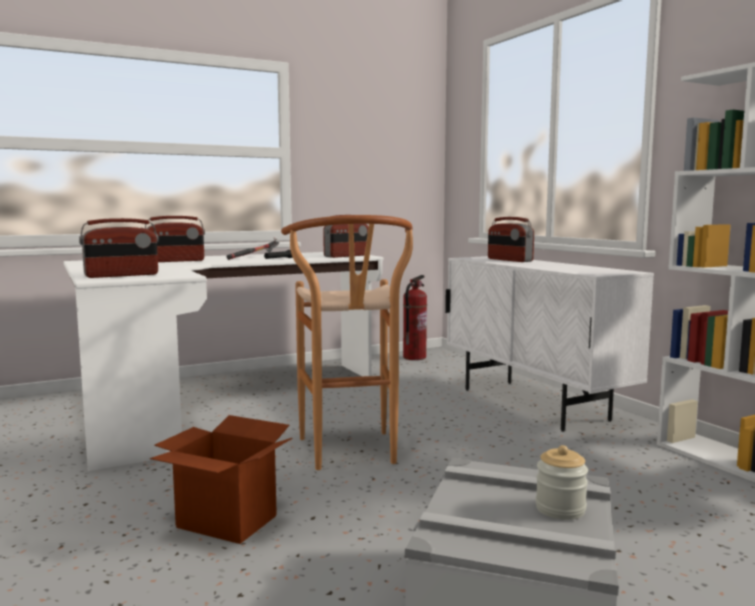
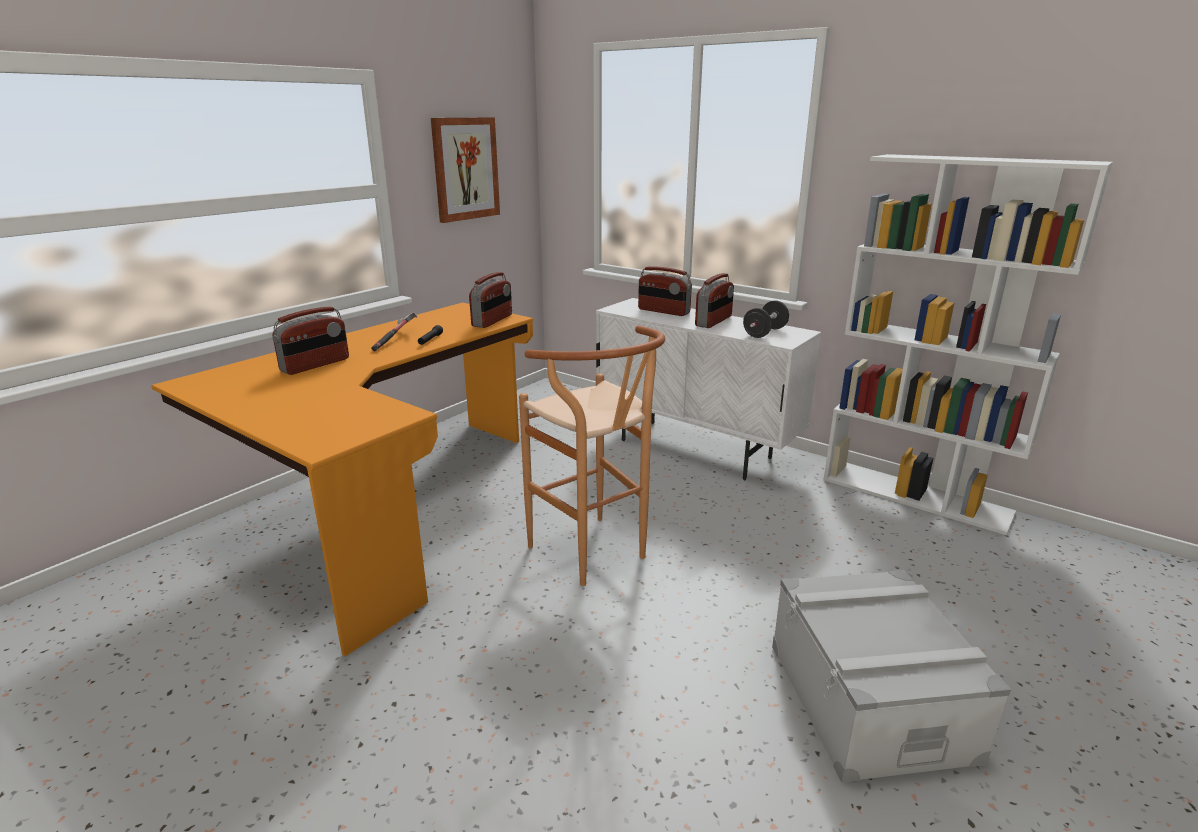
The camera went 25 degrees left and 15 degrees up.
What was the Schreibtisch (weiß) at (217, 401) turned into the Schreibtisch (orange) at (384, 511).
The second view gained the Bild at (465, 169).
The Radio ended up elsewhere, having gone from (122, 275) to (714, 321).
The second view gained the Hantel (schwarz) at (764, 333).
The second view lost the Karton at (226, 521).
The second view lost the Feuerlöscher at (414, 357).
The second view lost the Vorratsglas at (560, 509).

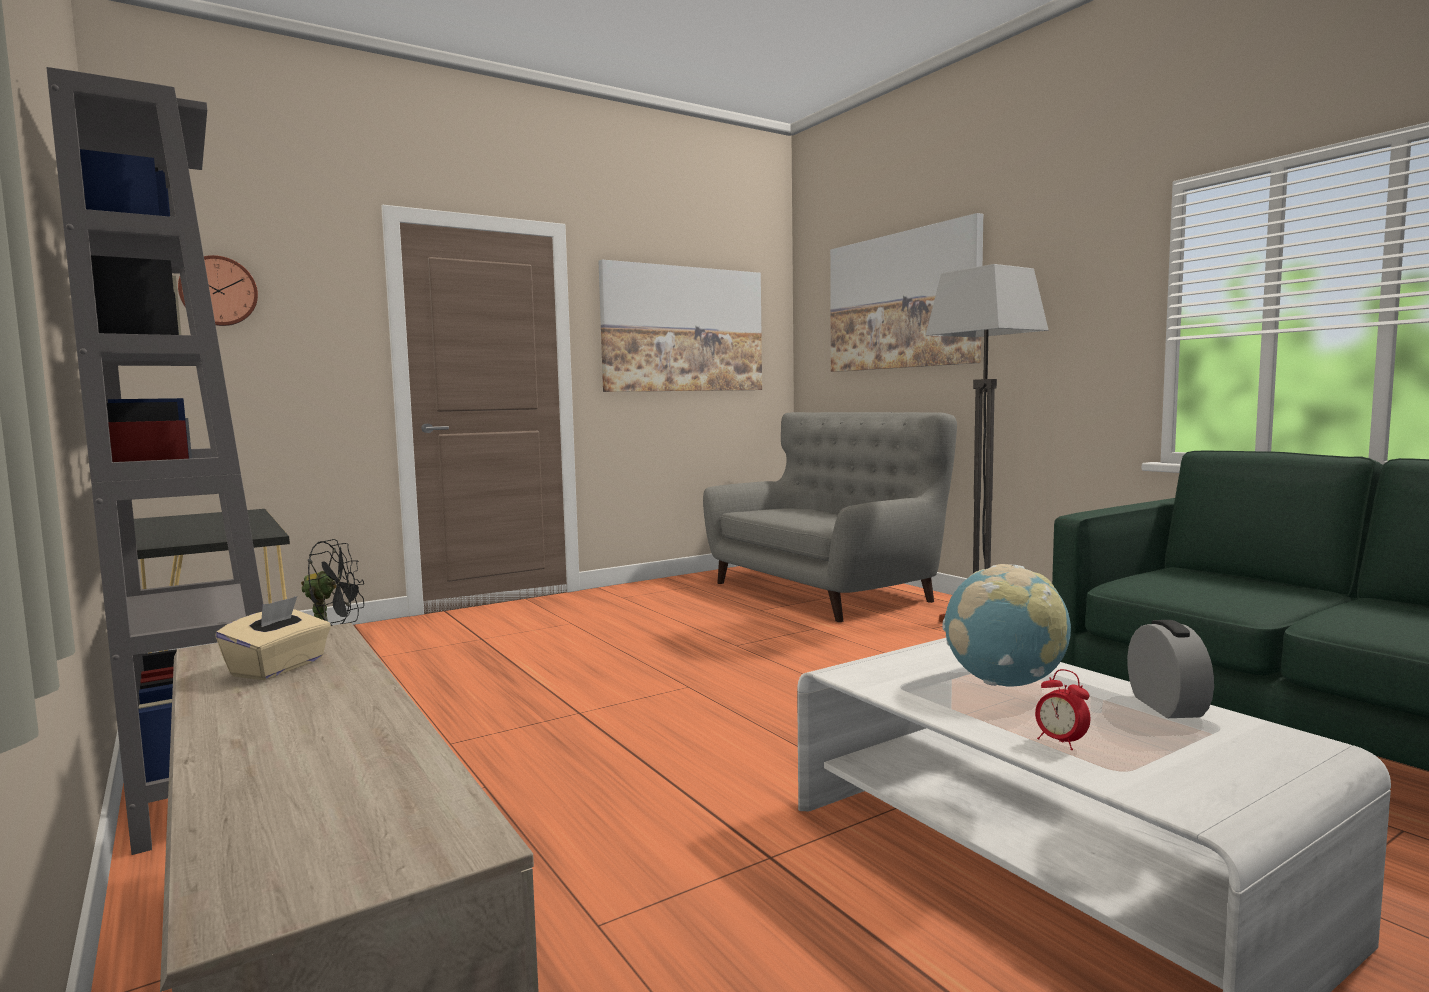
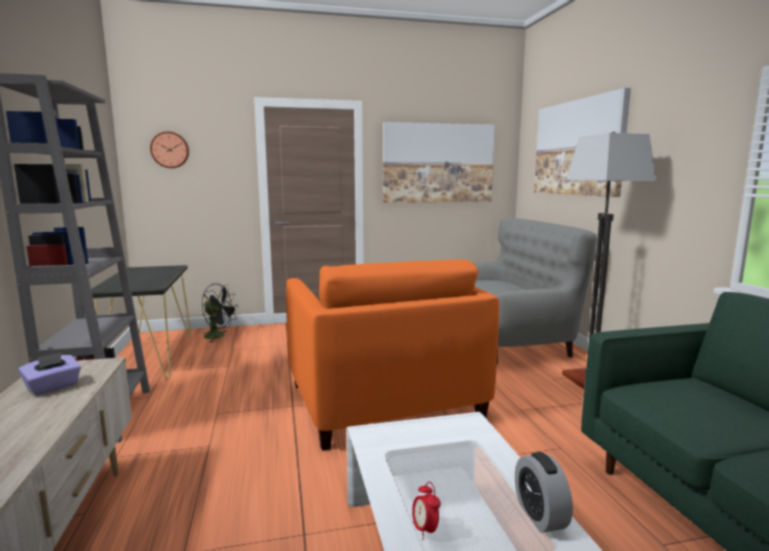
The camera went 20 degrees right and 5 degrees up.
What was the Taschentuchbox (beige) at (279, 668) turned into the Taschentuchbox (lila) at (53, 387).
The second view gained the Sessel (orange) at (383, 401).
The Wecker at (1166, 706) ended up facing another way, 150 degrees clockwise from before.
The second view lost the Globus at (1005, 683).

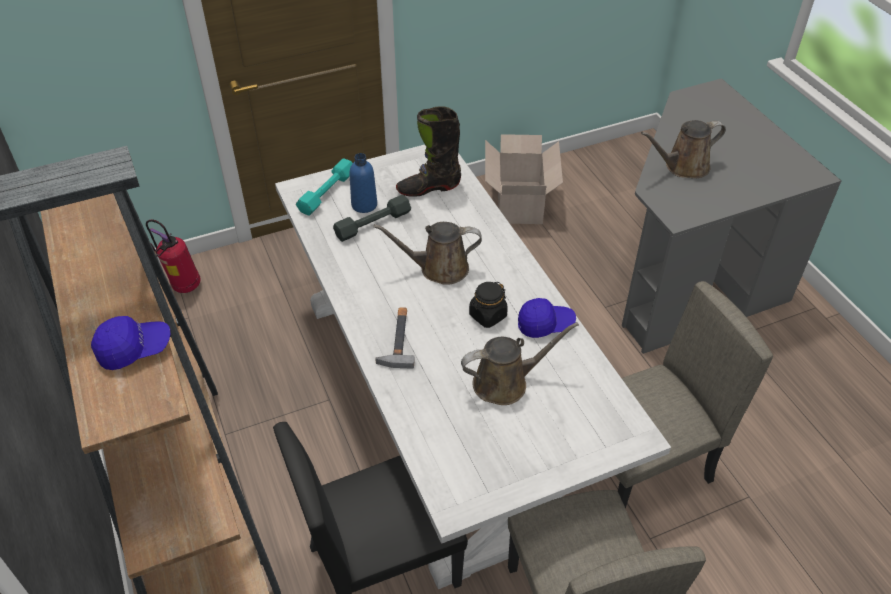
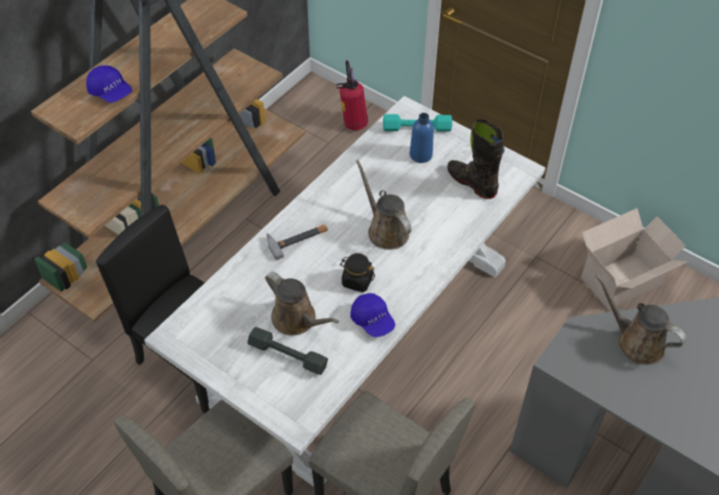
The camera went 60 degrees right and 5 degrees up.
The Hantel (grau) ended up elsewhere, having gone from (373, 224) to (288, 355).

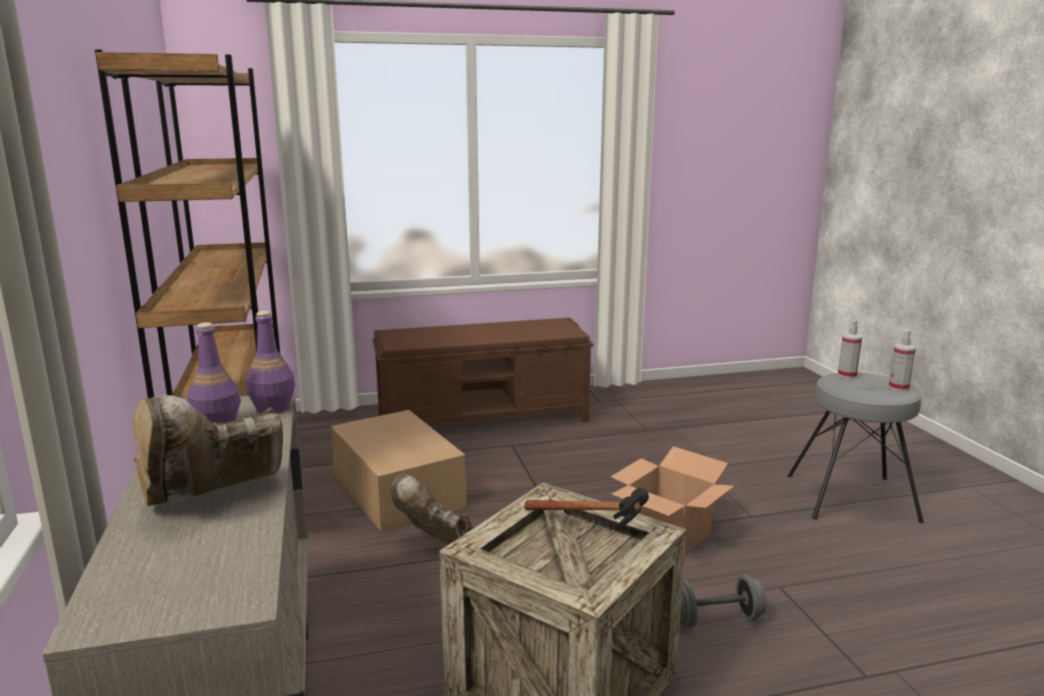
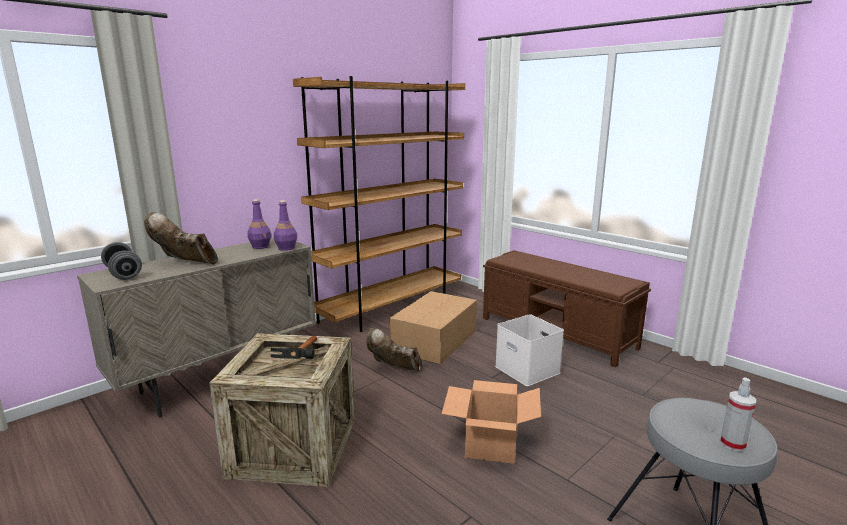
The camera went 60 degrees right and 0 degrees up.
The Hantel (grau) ended up elsewhere, having gone from (715, 619) to (123, 274).
The Stiefel (braun) at (437, 544) ended up facing another way, 75 degrees counterclockwise from before.
The second view gained the Aufbewahrungsbox (weiß) at (528, 370).
The second view lost the Sprühflasche at (847, 375).

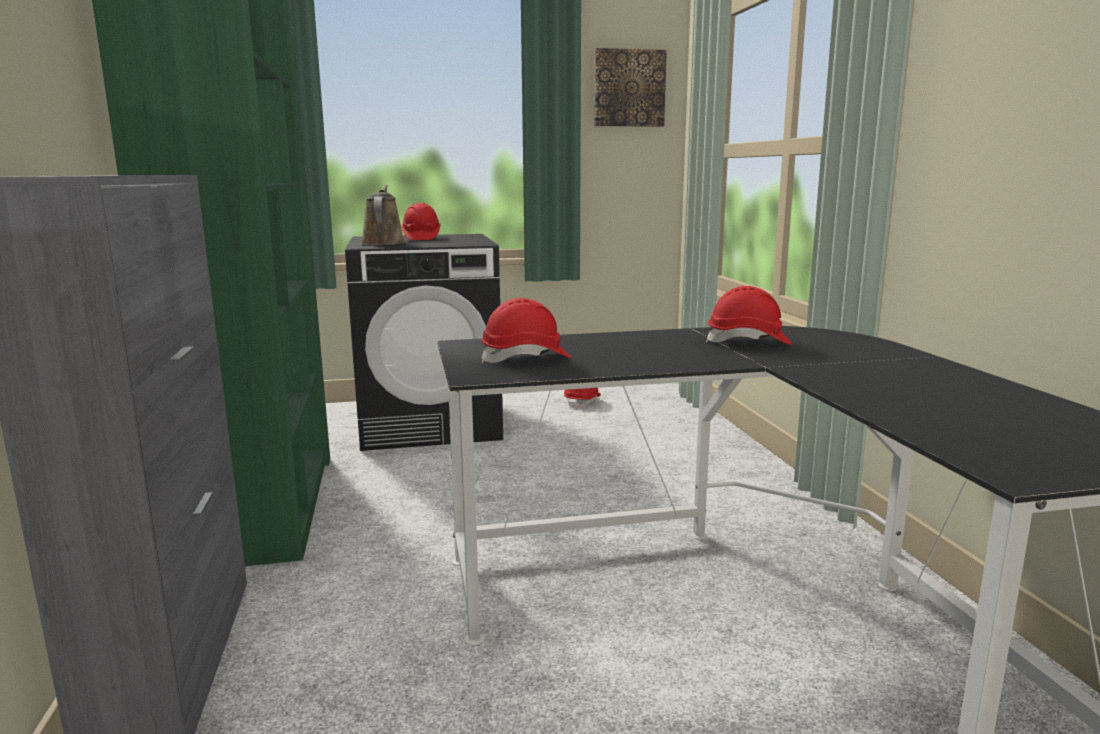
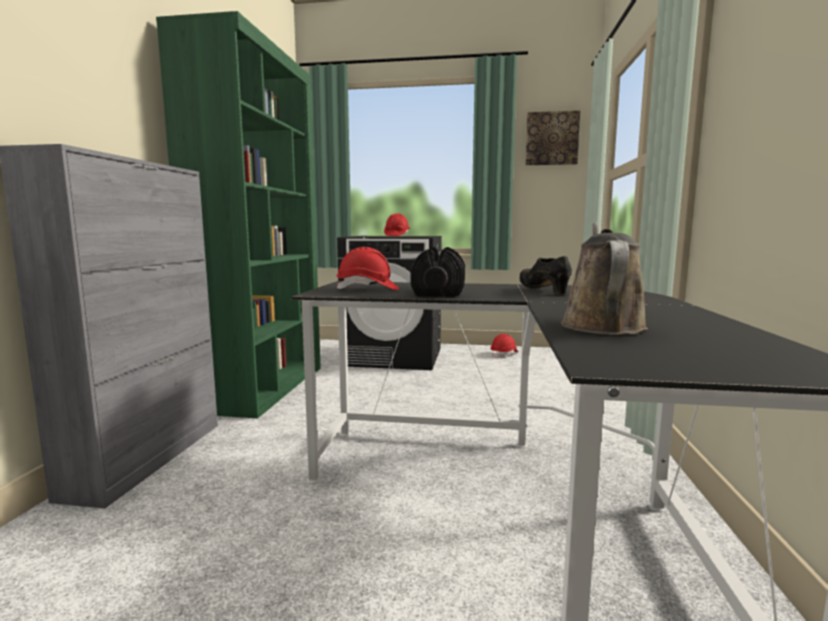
The camera went 20 degrees right and 5 degrees down.
The second view gained the Hantel (schwarz) at (439, 292).
Where the Schutzhelm (rot) stood at (748, 342), the Schuh (schwarz) came to stand at (543, 291).
The Gießkanne (braun) ended up elsewhere, having gone from (383, 243) to (601, 325).

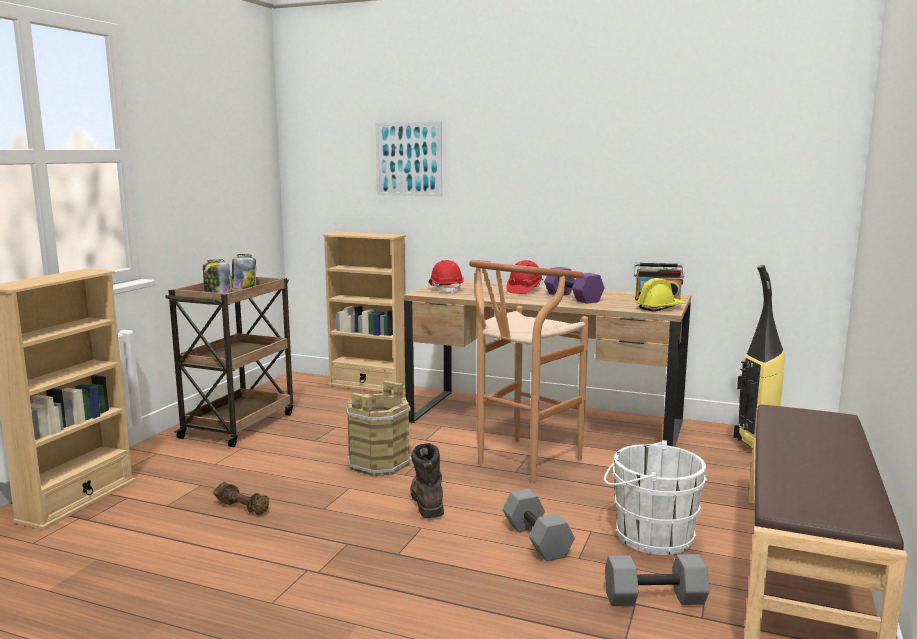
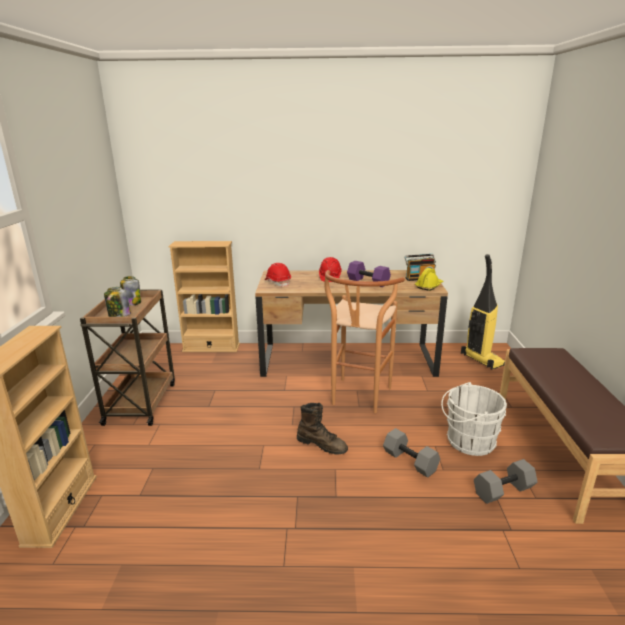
The camera went 20 degrees left and 10 degrees up.
The Stiefel (braun) at (426, 501) ended up facing another way, 150 degrees clockwise from before.
The second view lost the Hantel (braun) at (243, 508).
The second view lost the Eimer (braun) at (379, 463).
The second view lost the Bild at (408, 159).

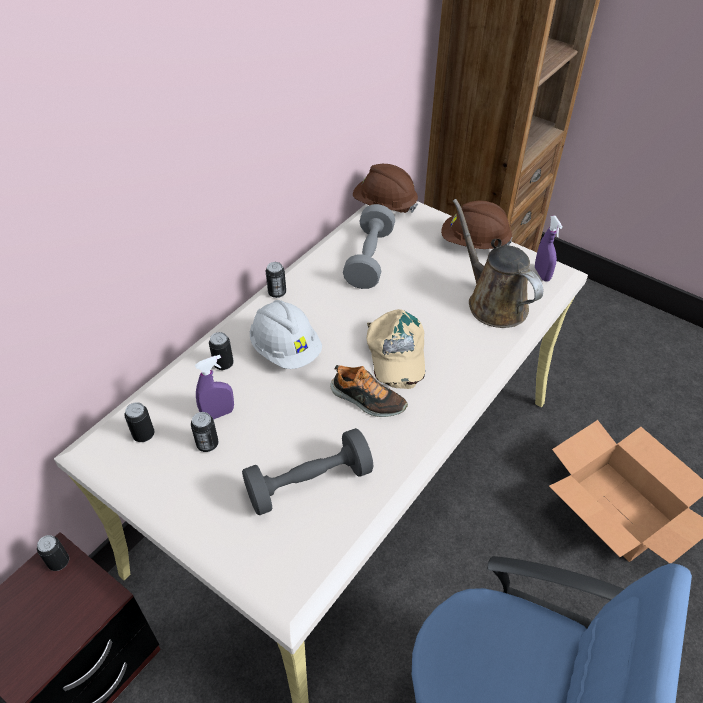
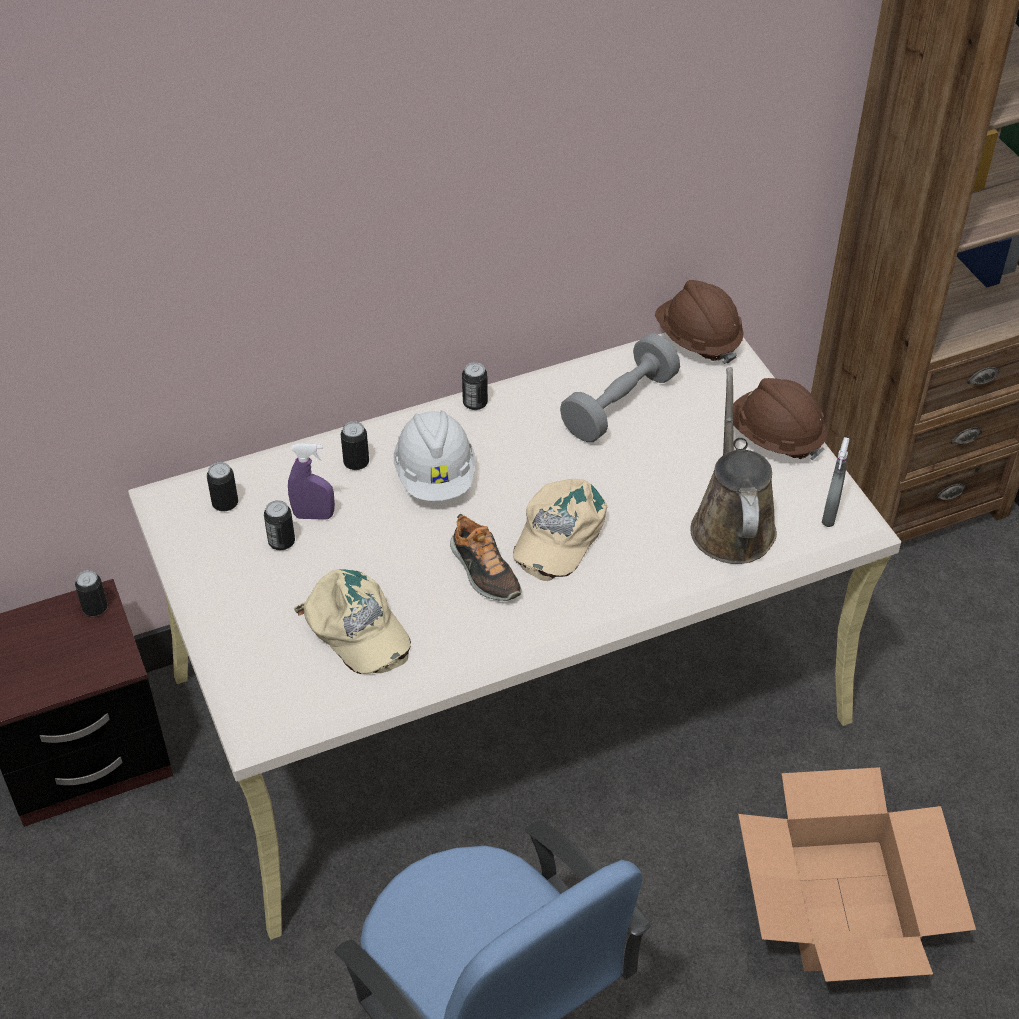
The camera went 30 degrees right and 0 degrees up.
Where the Hantel (grau) stood at (309, 483), the Kappe (beige) came to stand at (356, 629).
What was the Sprühflasche (lila) at (542, 274) turned into the Sprühflasche (grau) at (830, 515).

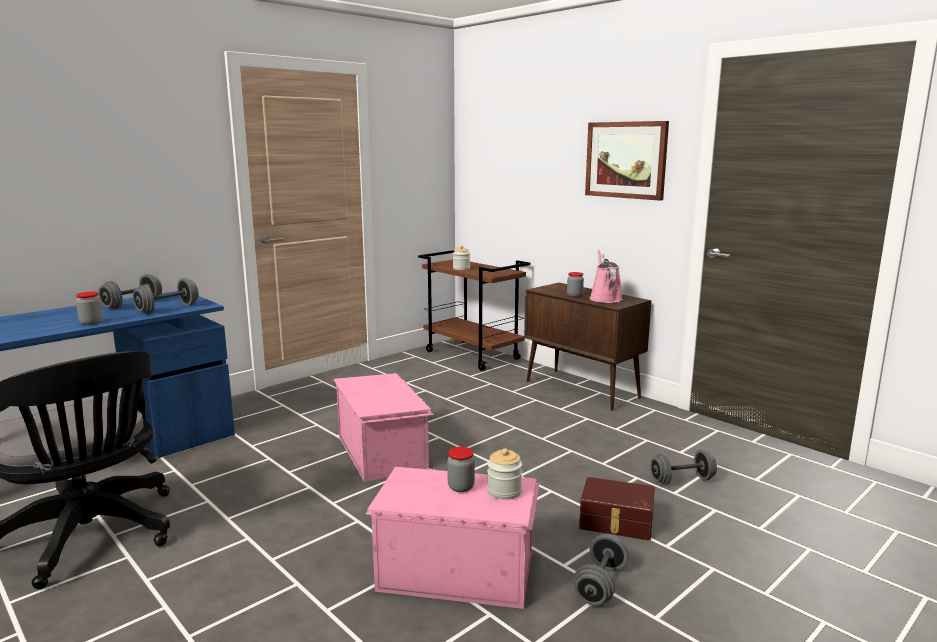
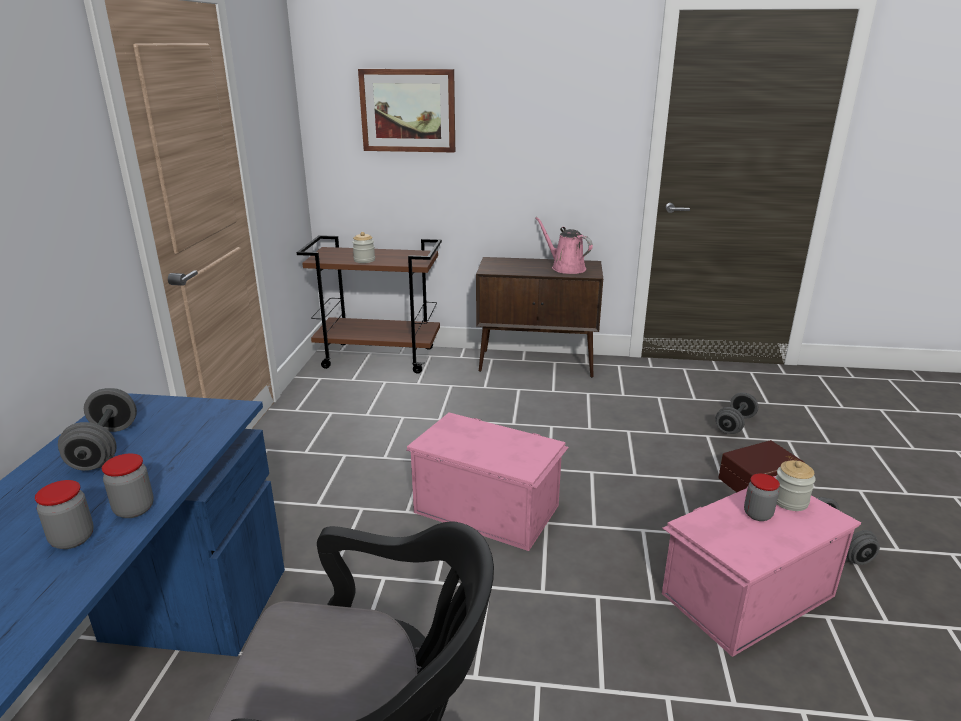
The camera went 40 degrees left and 10 degrees up.
The Vorratsglas ended up elsewhere, having gone from (574, 296) to (73, 539).
The Bild ended up elsewhere, having gone from (626, 160) to (408, 110).
The second view lost the Hantel (grau) at (168, 309).

